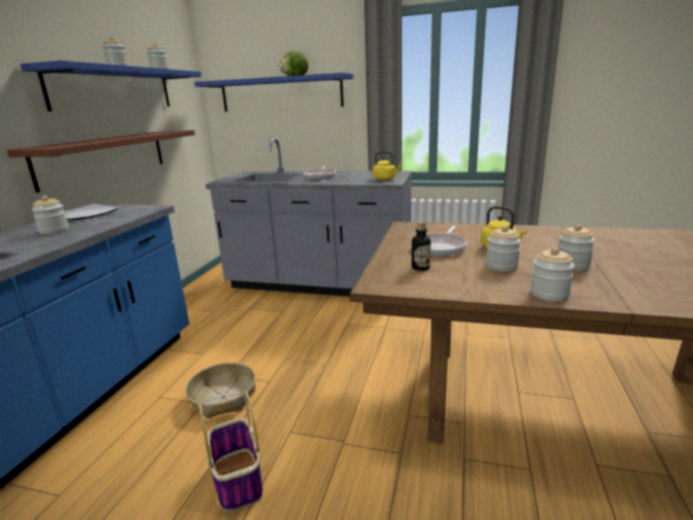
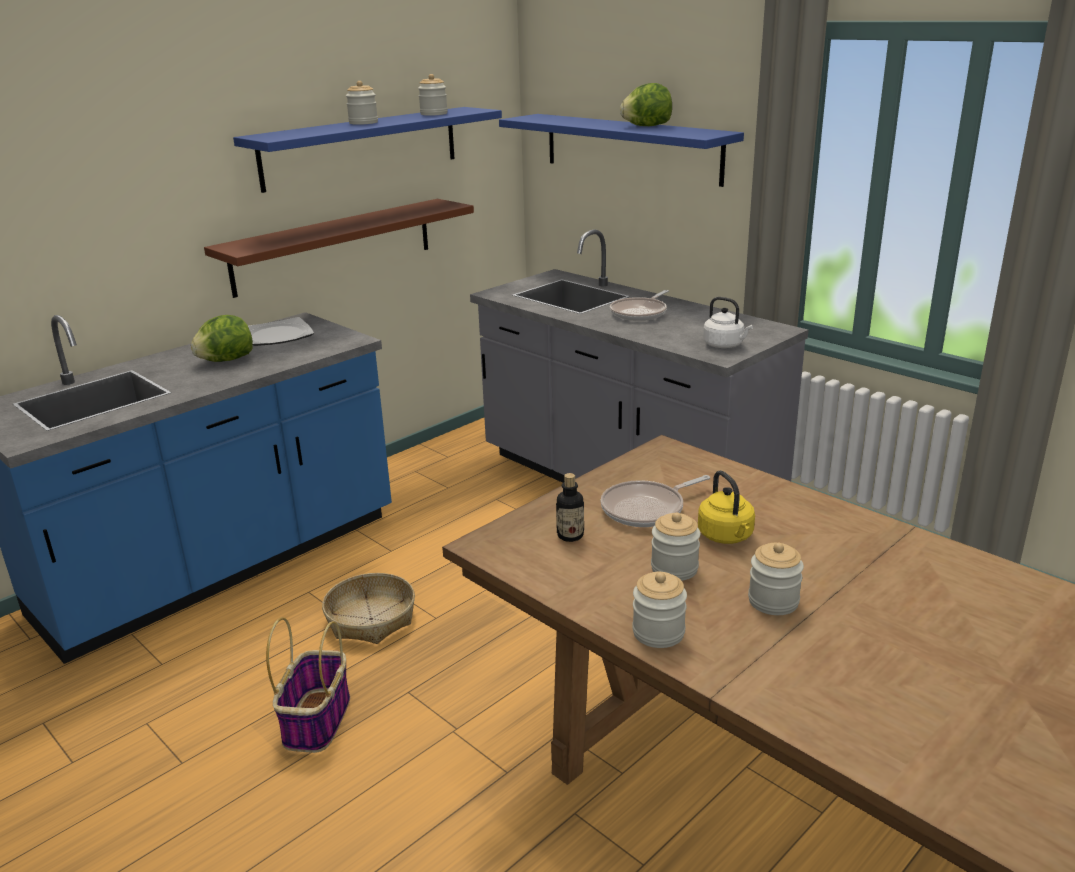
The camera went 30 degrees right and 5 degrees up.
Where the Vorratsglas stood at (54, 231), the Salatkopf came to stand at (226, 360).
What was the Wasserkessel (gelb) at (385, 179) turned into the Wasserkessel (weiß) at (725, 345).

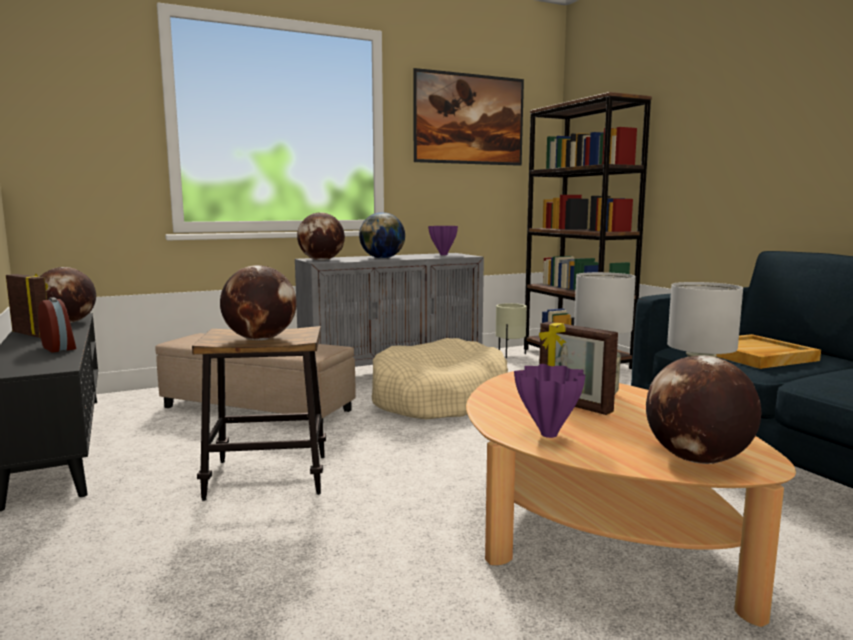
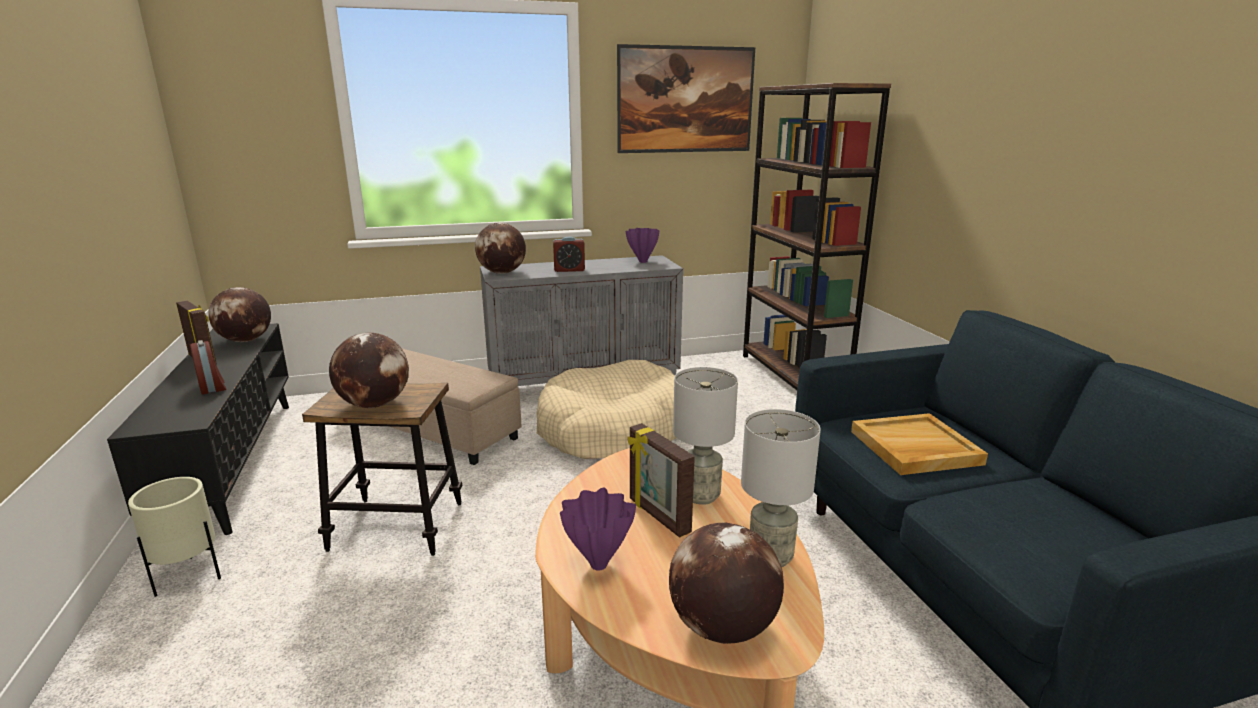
The camera went 10 degrees right and 10 degrees up.
The Pflanzkübel (beige) ended up elsewhere, having gone from (510, 354) to (188, 578).
Where the Globus stood at (382, 258), the Wecker came to stand at (569, 270).

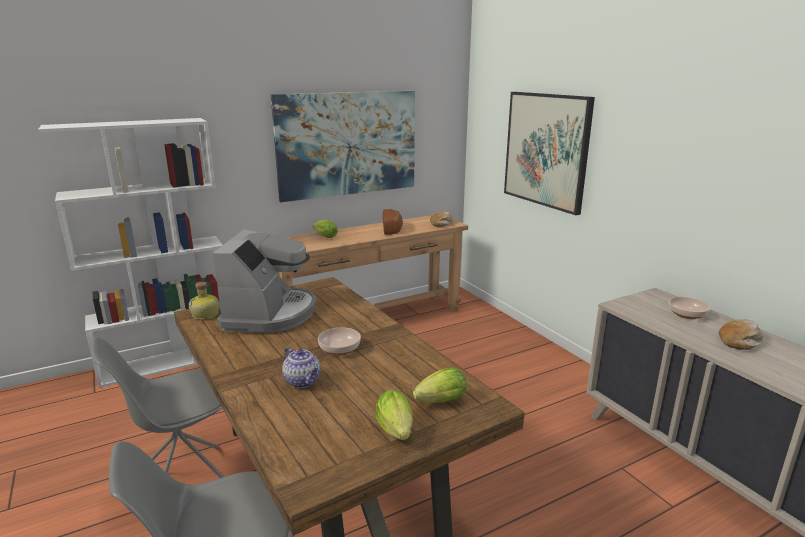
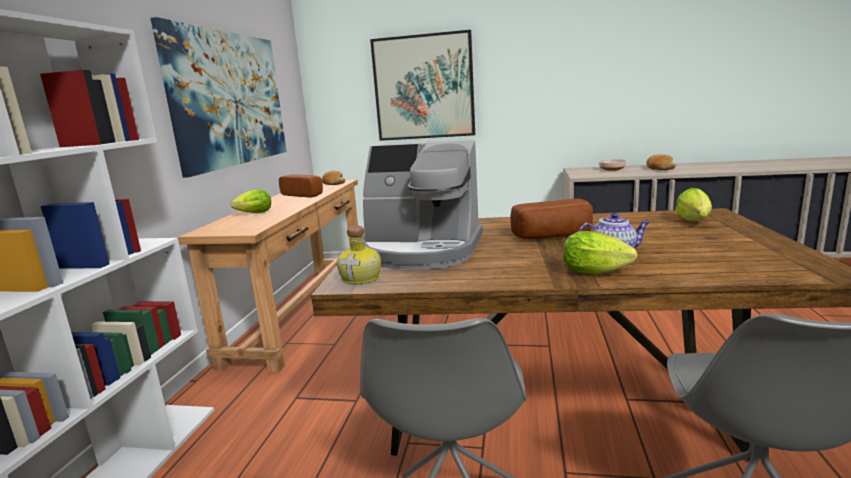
The camera went 50 degrees left and 5 degrees down.
The Kaffeemaschine at (270, 314) ended up facing another way, 150 degrees clockwise from before.
Where the Schüssel stood at (339, 348), the Brot came to stand at (554, 236).
The Salatkopf ended up elsewhere, having gone from (396, 432) to (599, 273).

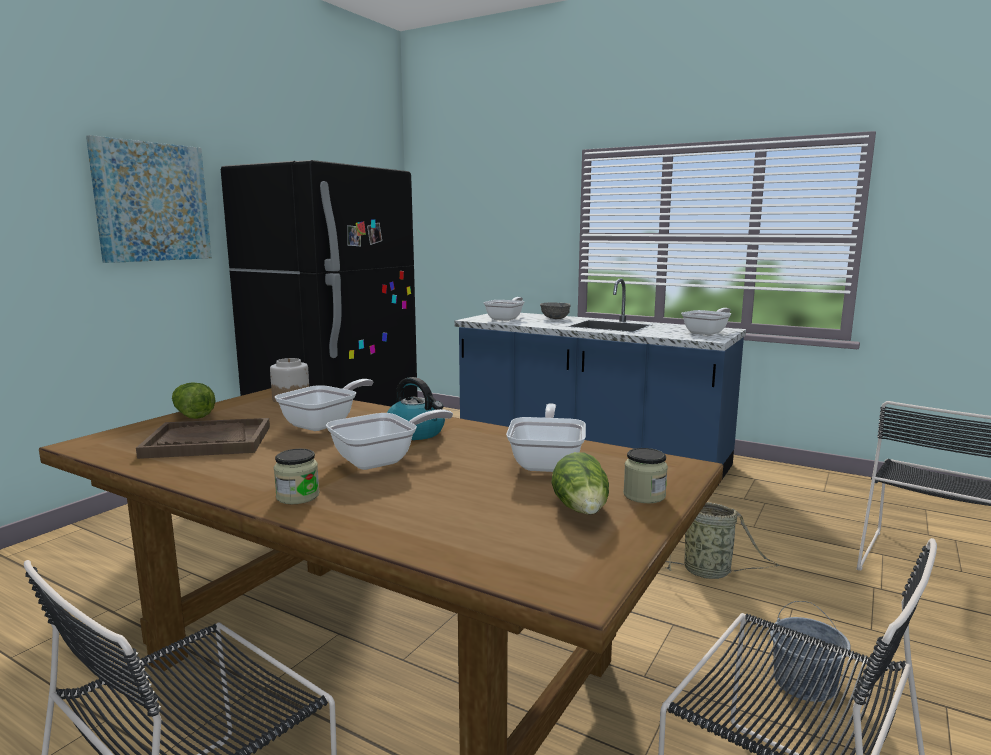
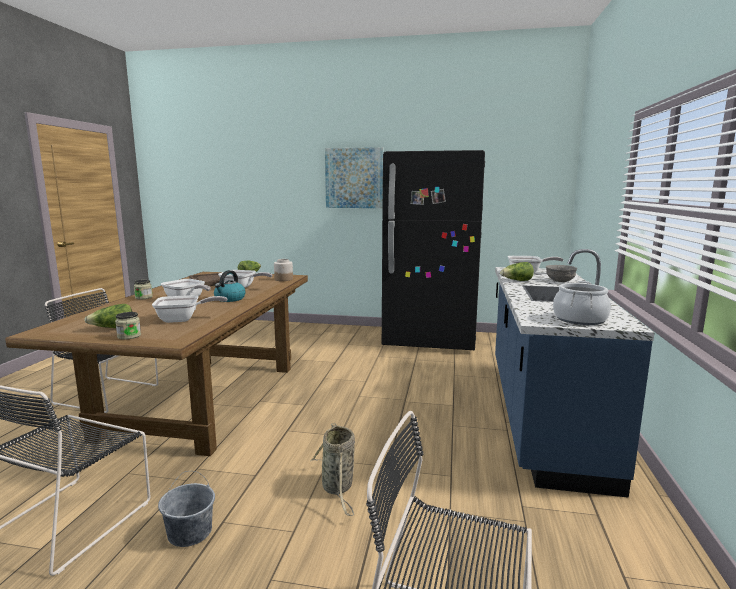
The camera went 70 degrees right and 0 degrees up.
The second view gained the Salatkopf at (517, 281).
Where the Pfanne stood at (707, 332), the Kochtopf came to stand at (580, 319).

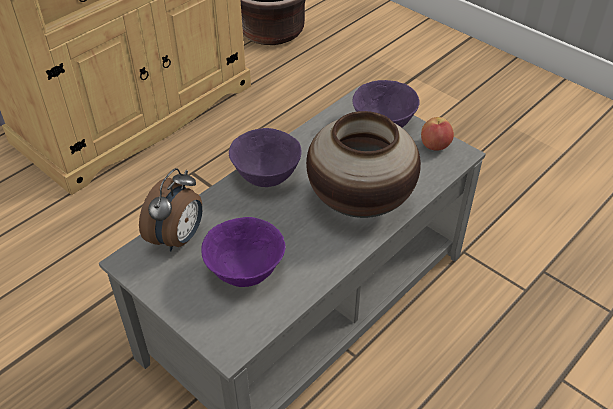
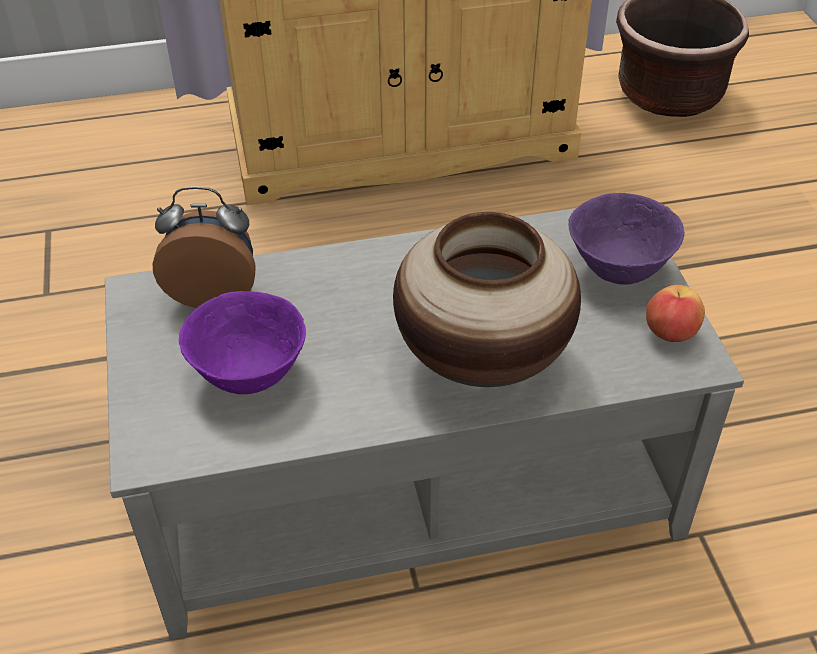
The camera went 35 degrees right and 0 degrees up.
The Wecker at (178, 238) ended up facing another way, 150 degrees counterclockwise from before.
The second view lost the Schüssel (lila) at (266, 177).

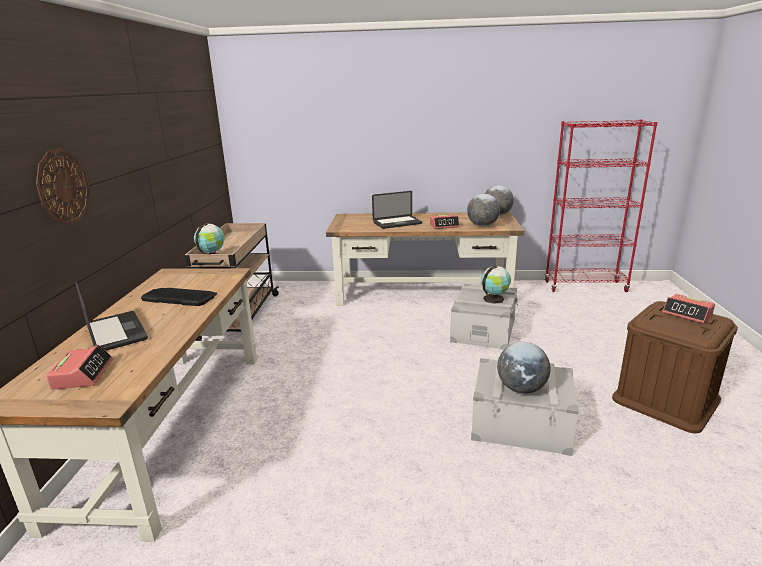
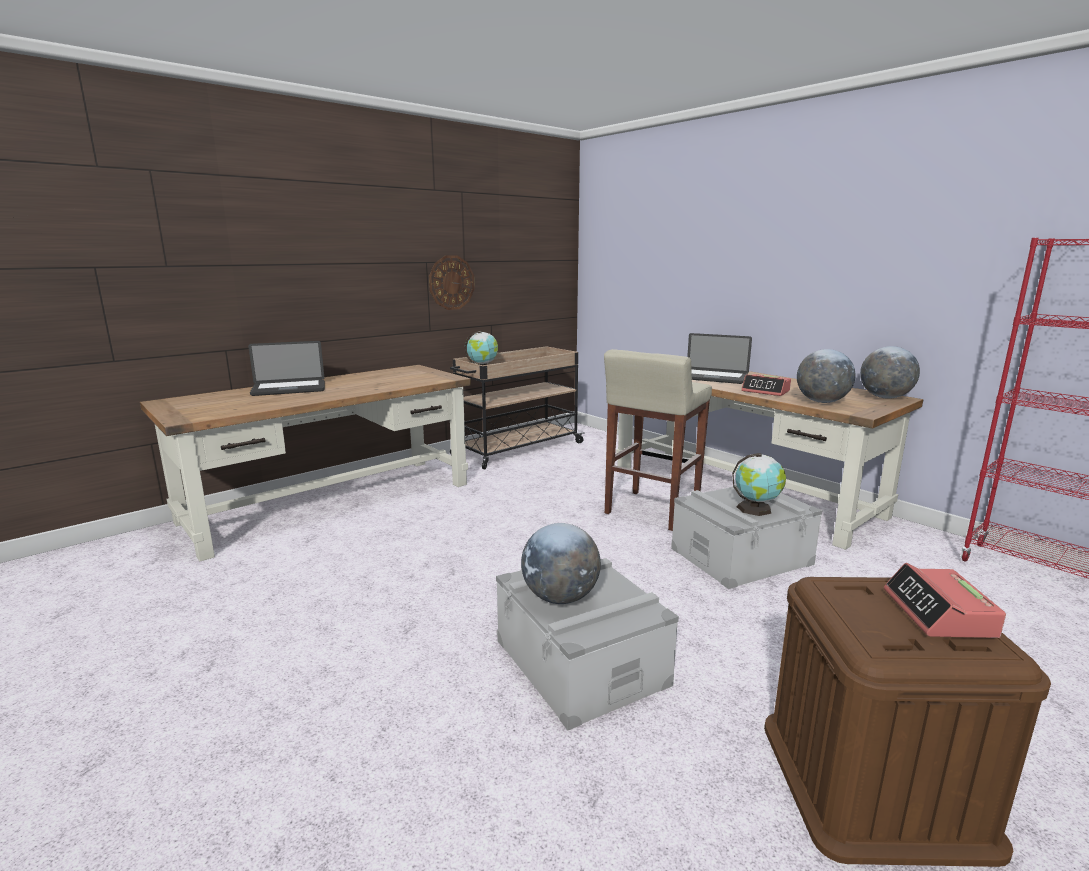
The camera went 45 degrees right and 5 degrees down.
The Laptop at (116, 332) ended up facing another way, 60 degrees clockwise from before.
The Wanduhr ended up elsewhere, having gone from (62, 187) to (451, 282).
The second view gained the Hocker (beige) at (651, 511).
The second view lost the Wecker at (83, 374).
The second view lost the Tastatur at (179, 297).

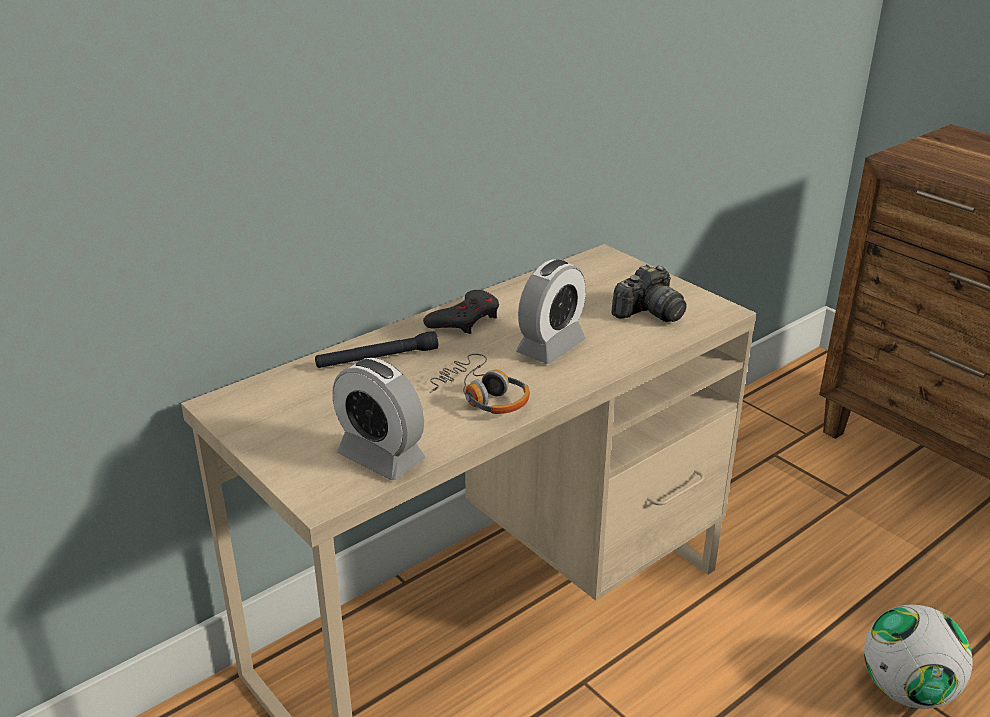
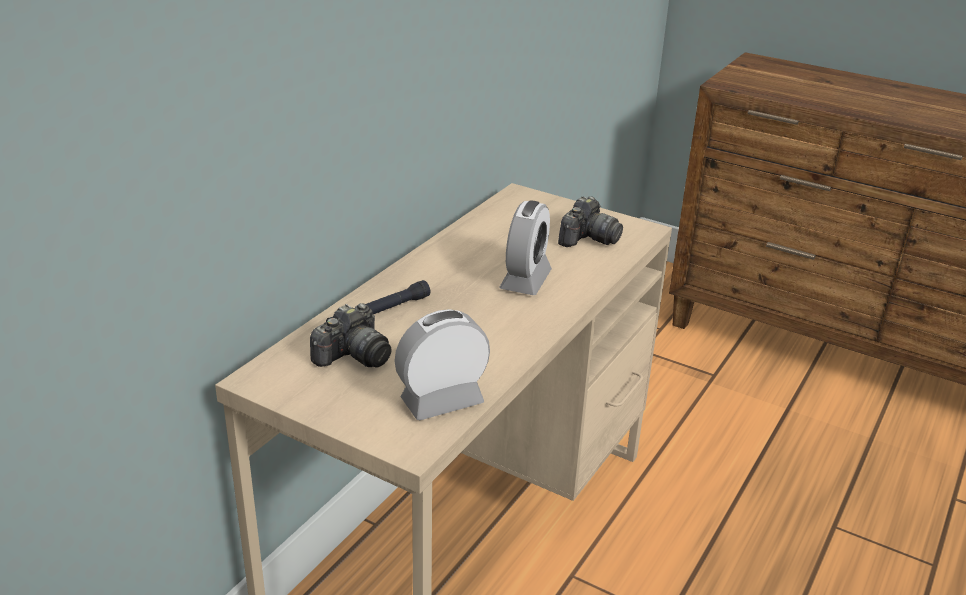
The camera went 20 degrees left and 0 degrees up.
The second view gained the Kamera at (353, 356).
The Wecker at (381, 457) ended up facing another way, 135 degrees clockwise from before.
The second view lost the Gamepad (grau) at (465, 319).
The second view lost the Kopfhörer at (482, 396).
The second view lost the Fußball at (906, 690).

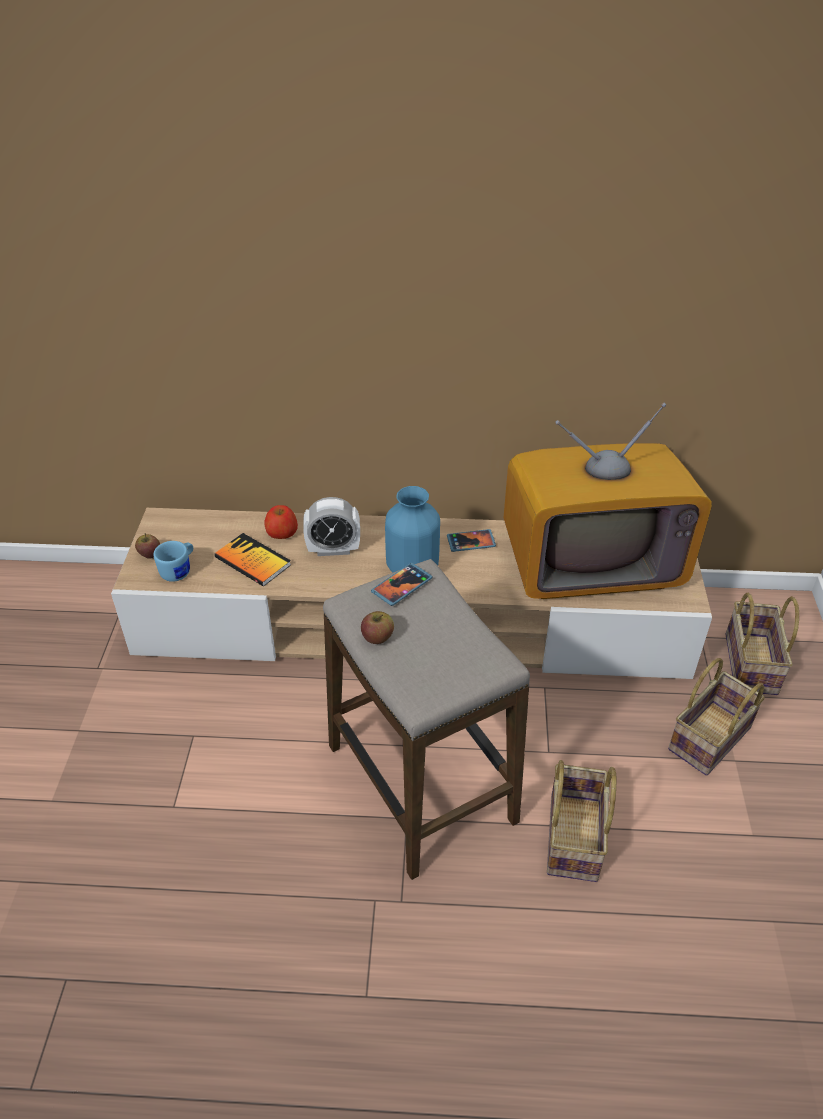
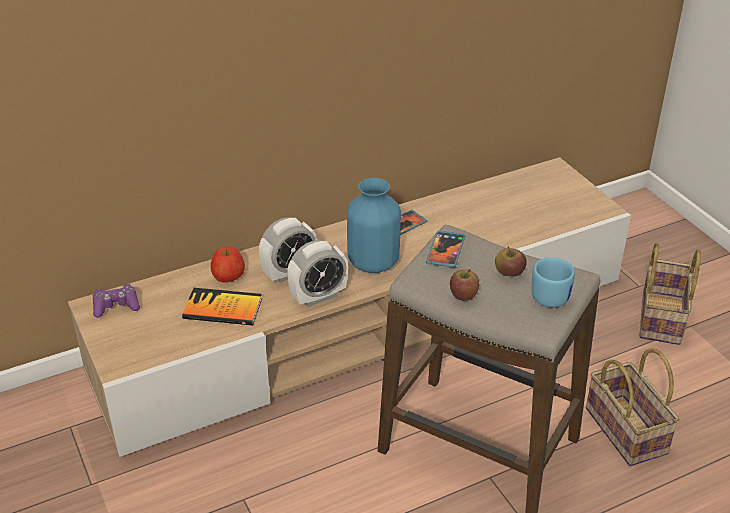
The camera went 30 degrees left and 5 degrees down.
The second view gained the Gamepad (lila) at (116, 306).
The second view gained the Wecker at (318, 296).
The Apfel ended up elsewhere, having gone from (150, 554) to (509, 272).
The Henkelbecher (blau) ended up elsewhere, having gone from (179, 570) to (550, 294).
The second view lost the Fernseher at (590, 562).
The second view lost the Korb at (748, 662).

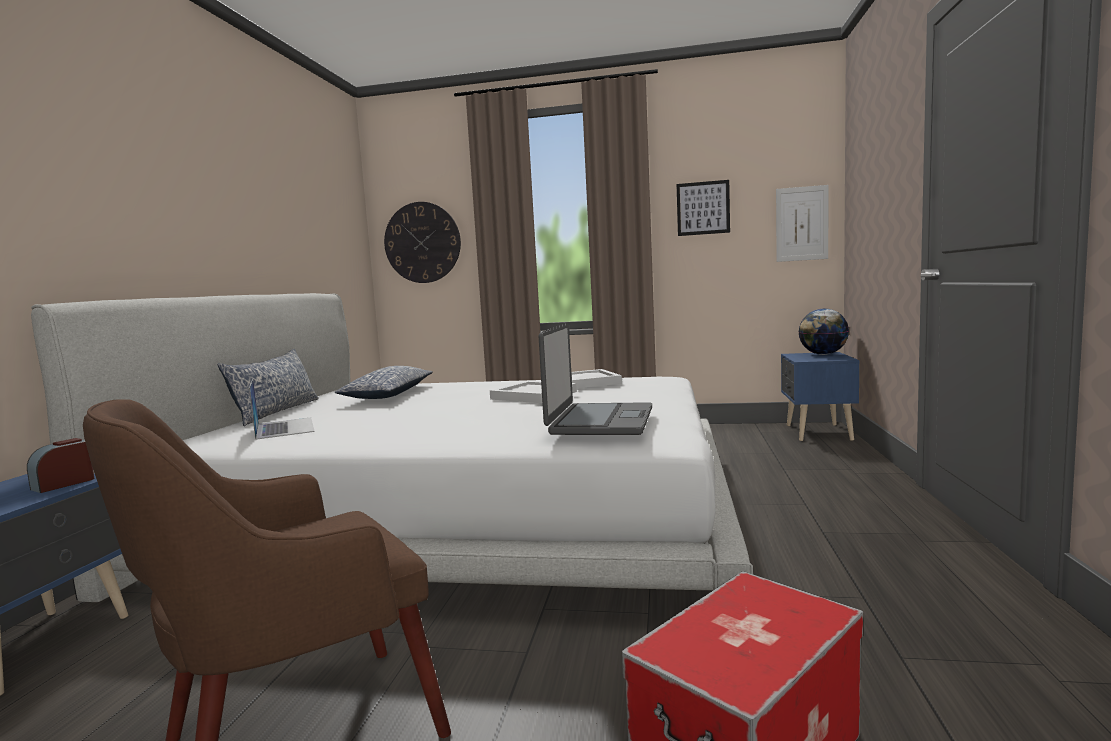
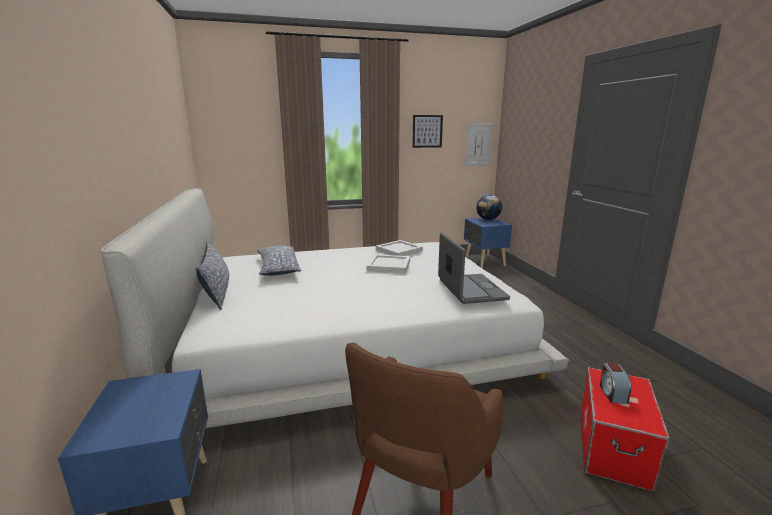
The camera went 25 degrees left and 10 degrees up.
The Wecker ended up elsewhere, having gone from (64, 484) to (612, 393).
The second view lost the Laptop at (284, 428).
The second view lost the Wanduhr at (422, 242).

